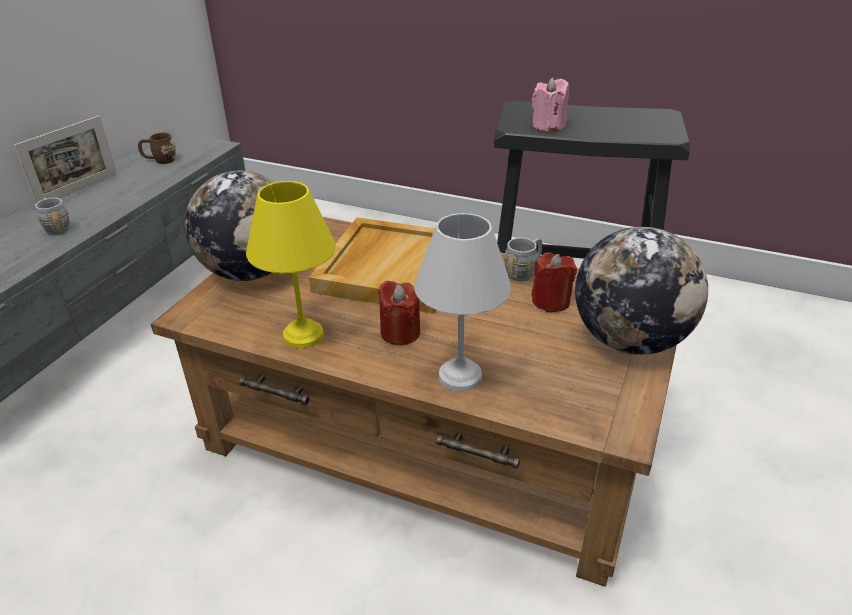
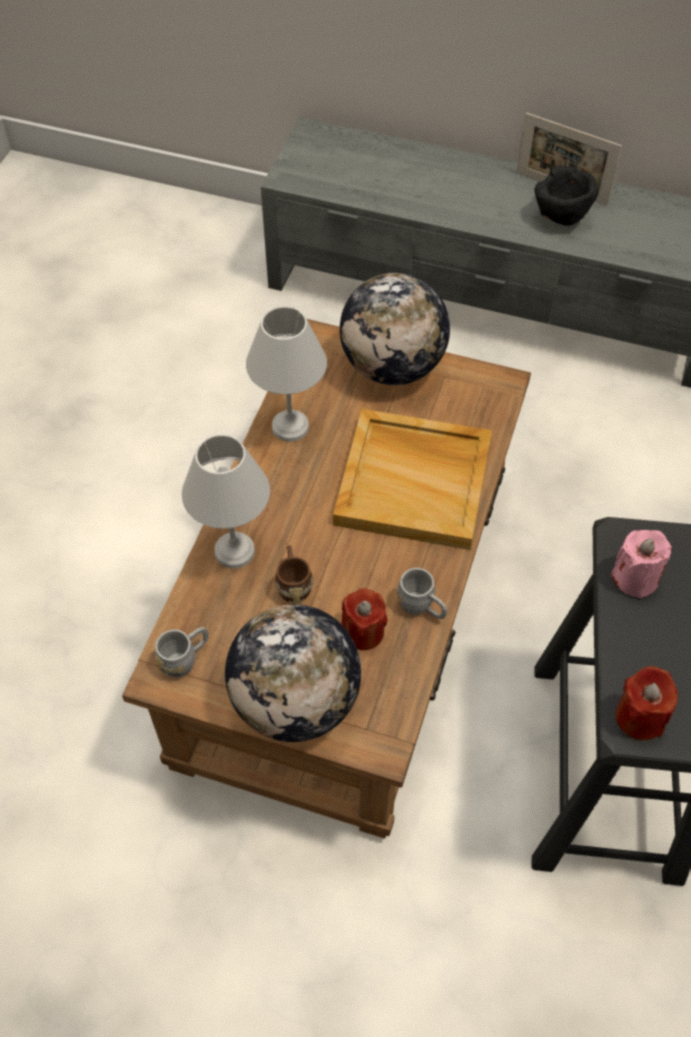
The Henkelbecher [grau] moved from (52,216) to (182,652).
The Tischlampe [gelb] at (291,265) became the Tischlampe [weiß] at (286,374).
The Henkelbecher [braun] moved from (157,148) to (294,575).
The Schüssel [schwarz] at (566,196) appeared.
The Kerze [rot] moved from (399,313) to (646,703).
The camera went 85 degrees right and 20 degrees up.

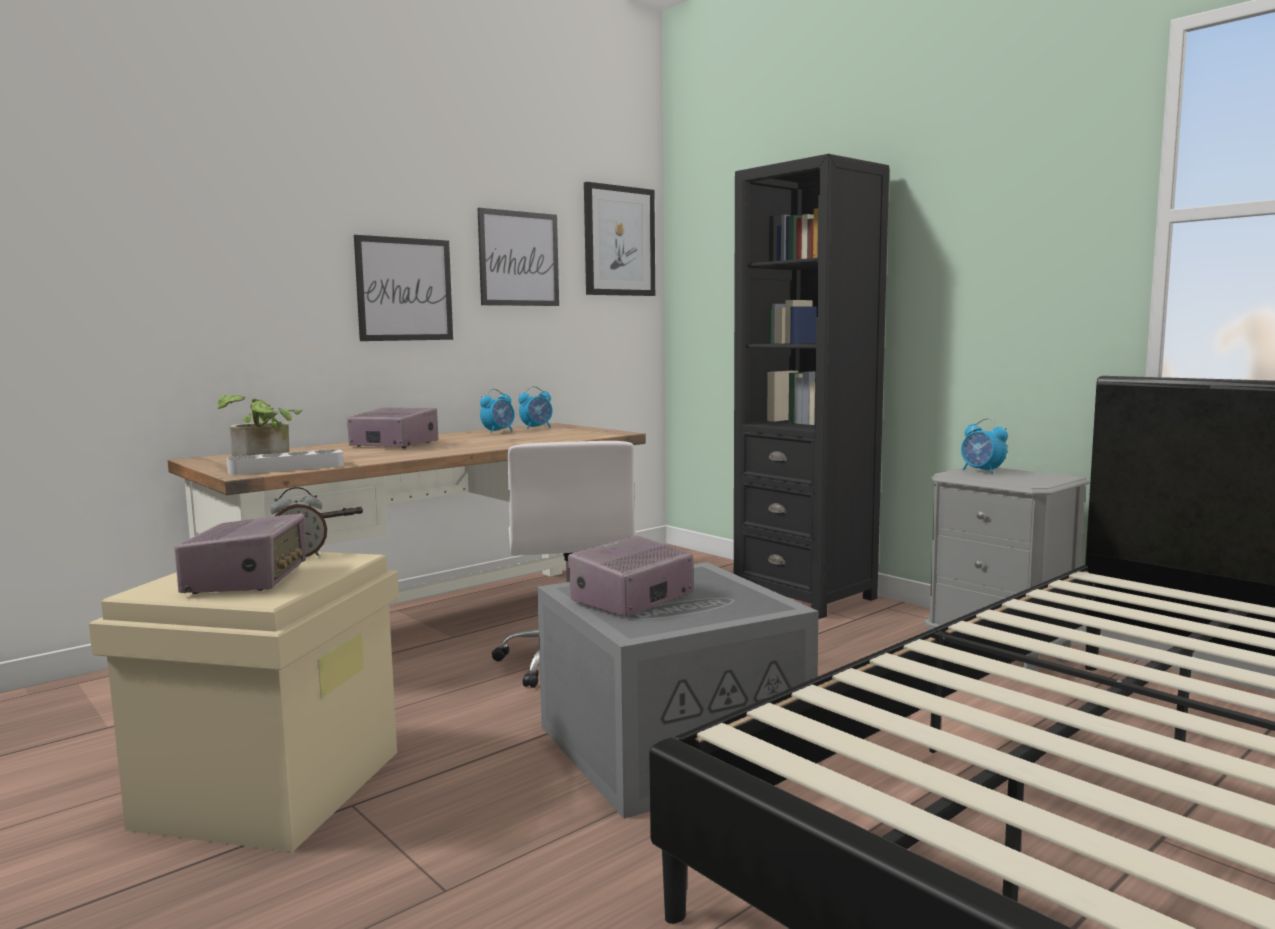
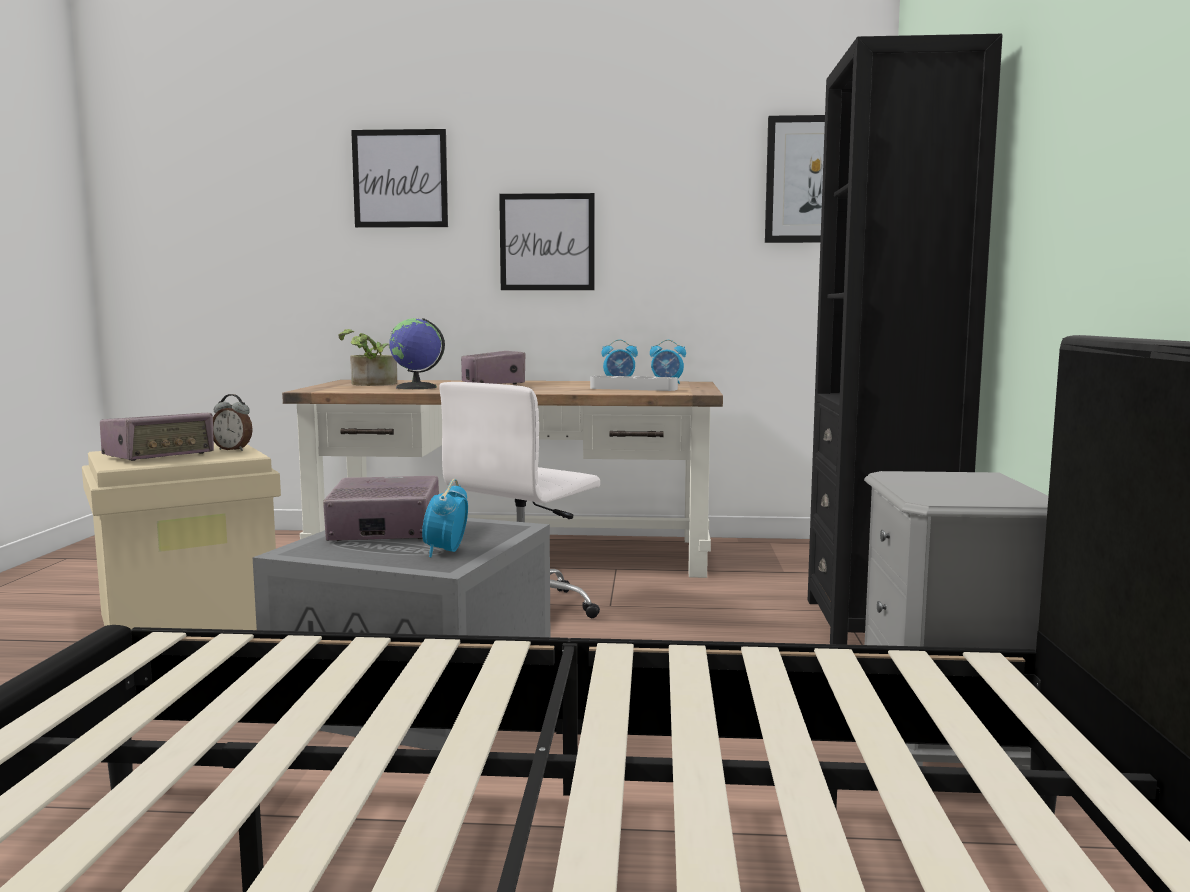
The Bild moved from (518,257) to (399,178).
The Globus at (417,353) appeared.
The Wecker moved from (984,446) to (445,518).
The Tablett [grau] moved from (285,462) to (634,383).
The camera went 45 degrees right and 0 degrees up.

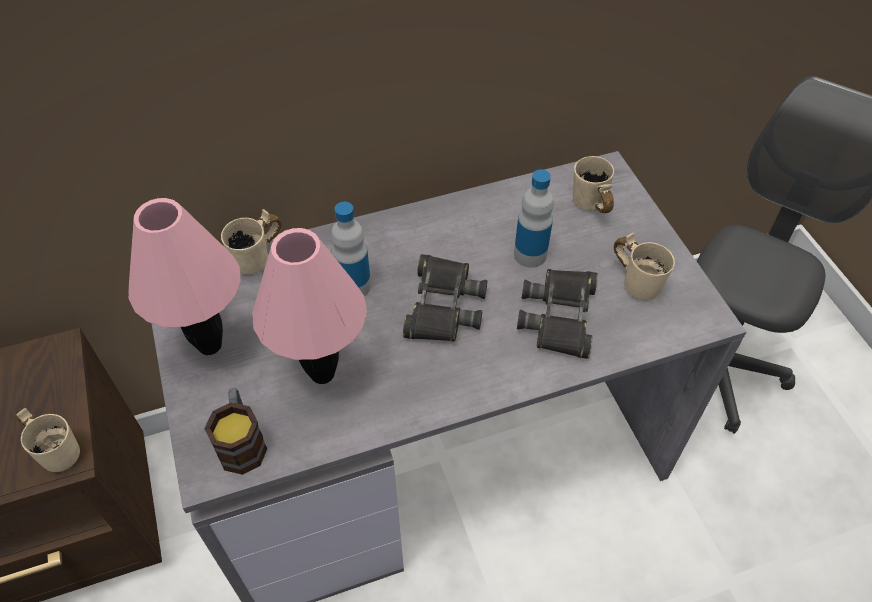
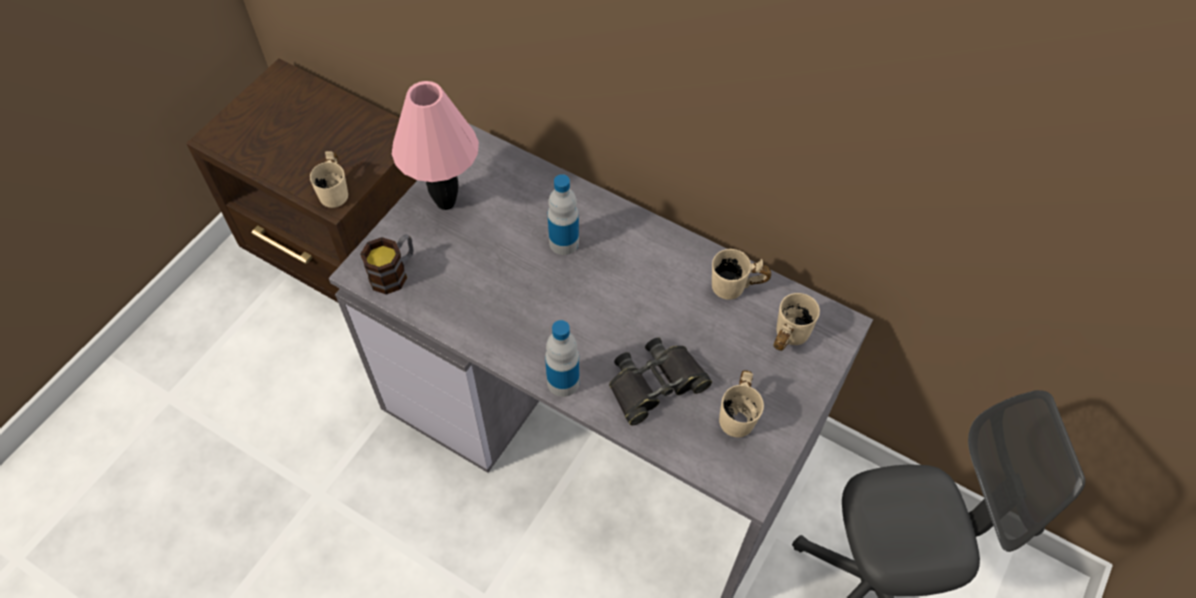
The Flasche moved from (534,218) to (562,358).
The Henkelbecher [beige] moved from (251,241) to (741,274).
The Tischlampe [rosa] at (309,306) disappeared.
The Fernglas [schwarz] at (445,298) disappeared.
The camera went 50 degrees right and 5 degrees up.

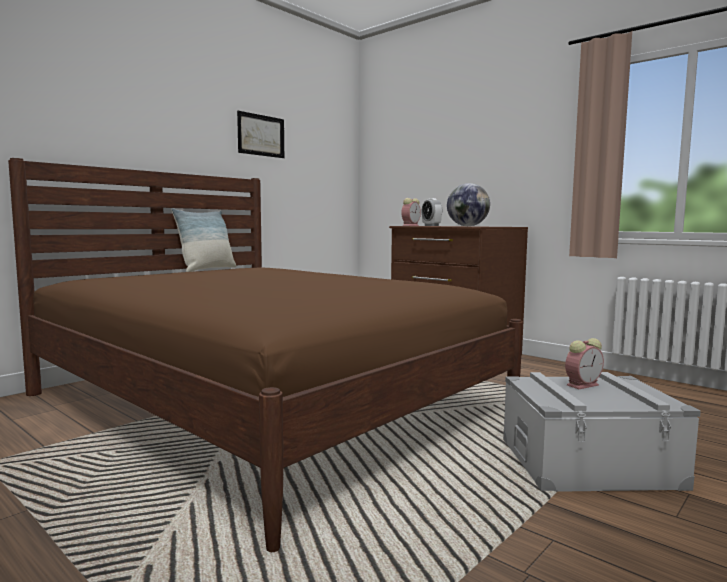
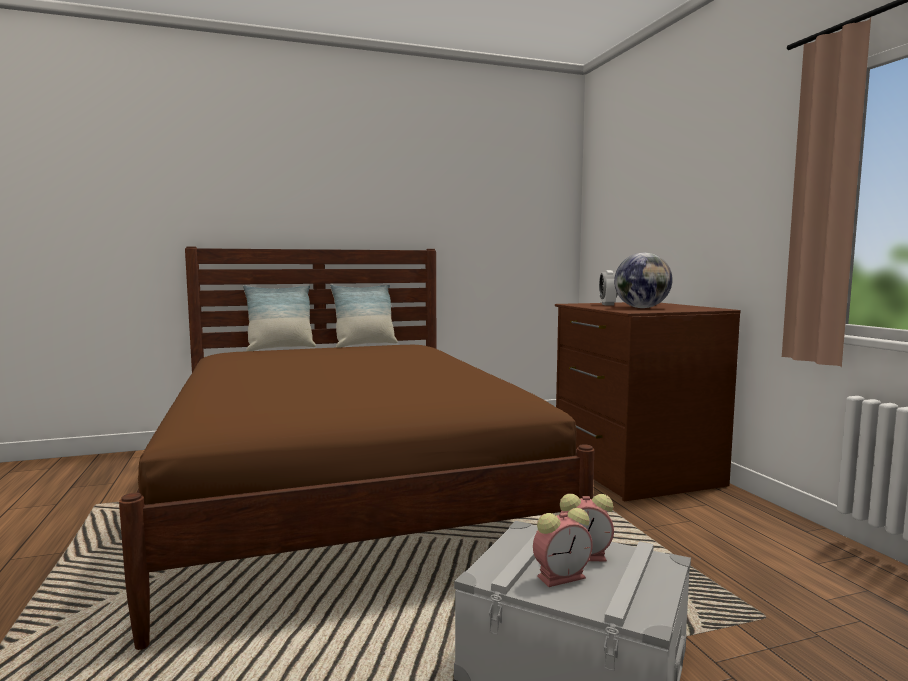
The Kissen at (279,318) appeared.
The Wecker moved from (411,212) to (563,547).
The Bild at (260,134) disappeared.
The camera went 30 degrees right and 0 degrees up.

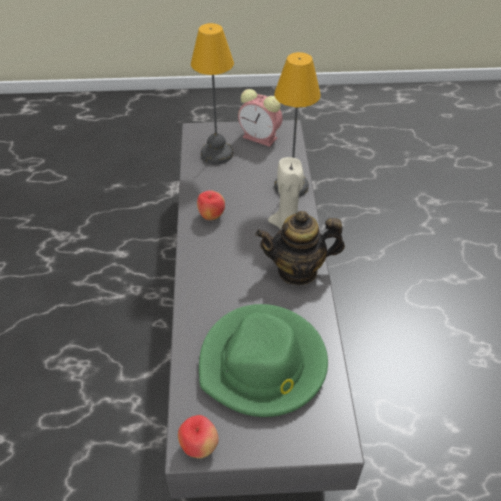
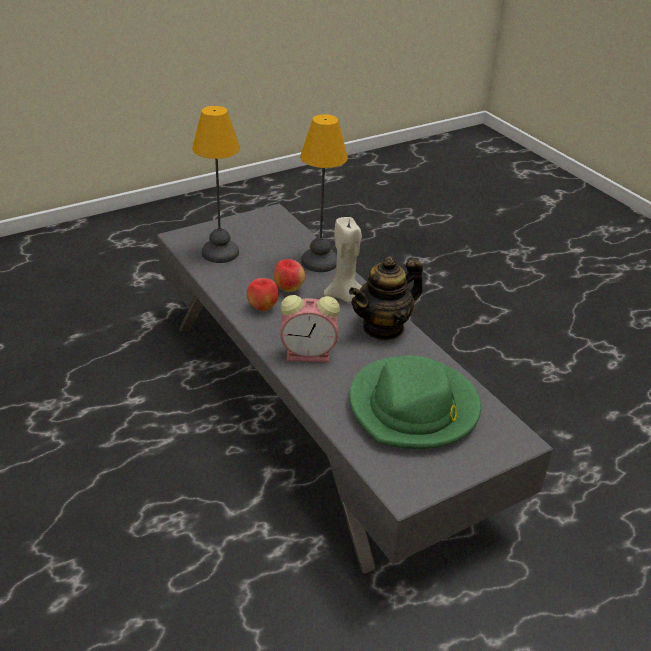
The Apfel moved from (198,436) to (289,275).
The Wecker moved from (260,118) to (310,329).
The camera went 30 degrees left and 10 degrees down.

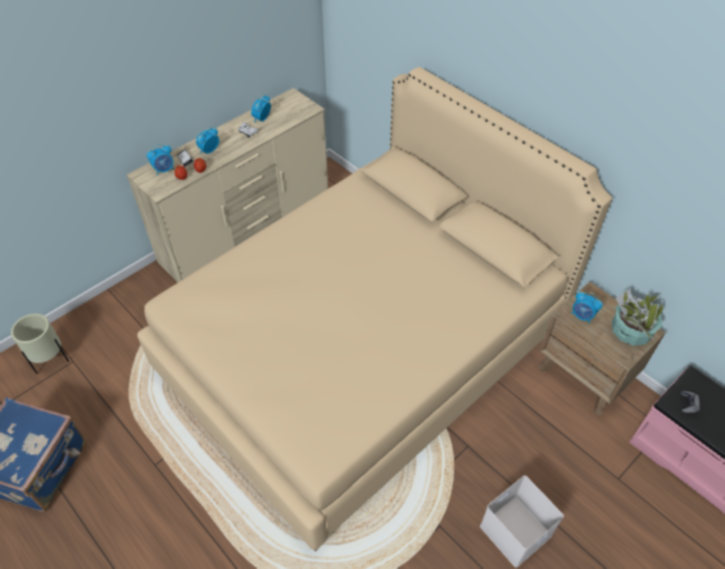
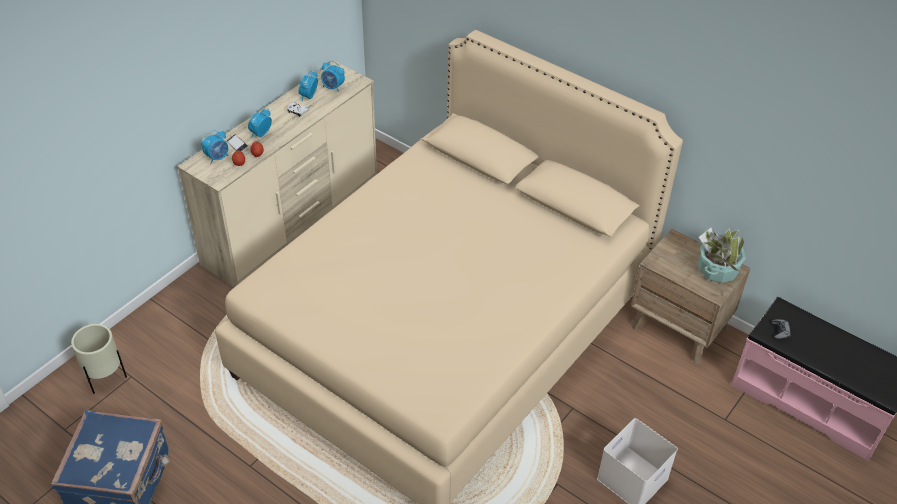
The Wecker moved from (587,307) to (333,76).
The camera went 10 degrees left and 5 degrees down.

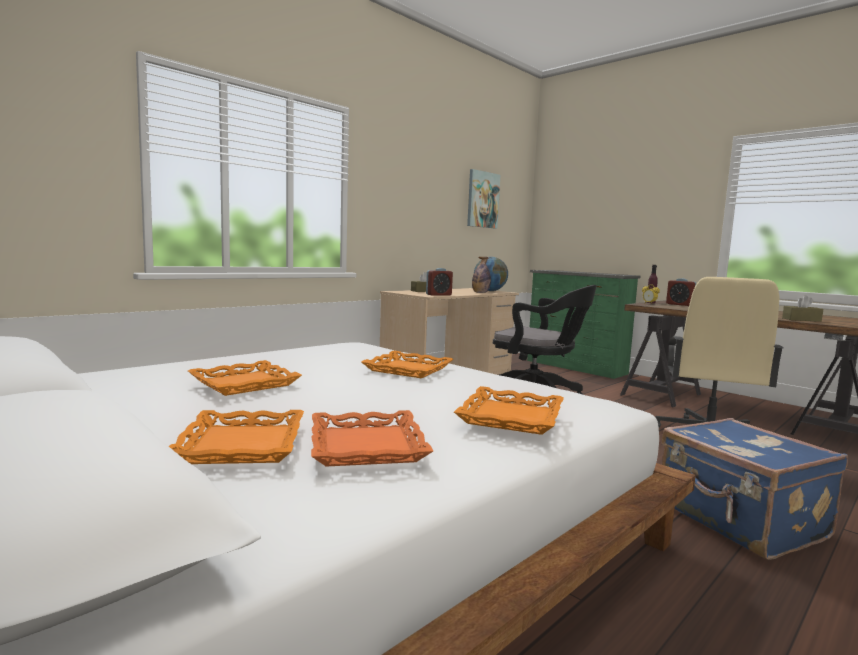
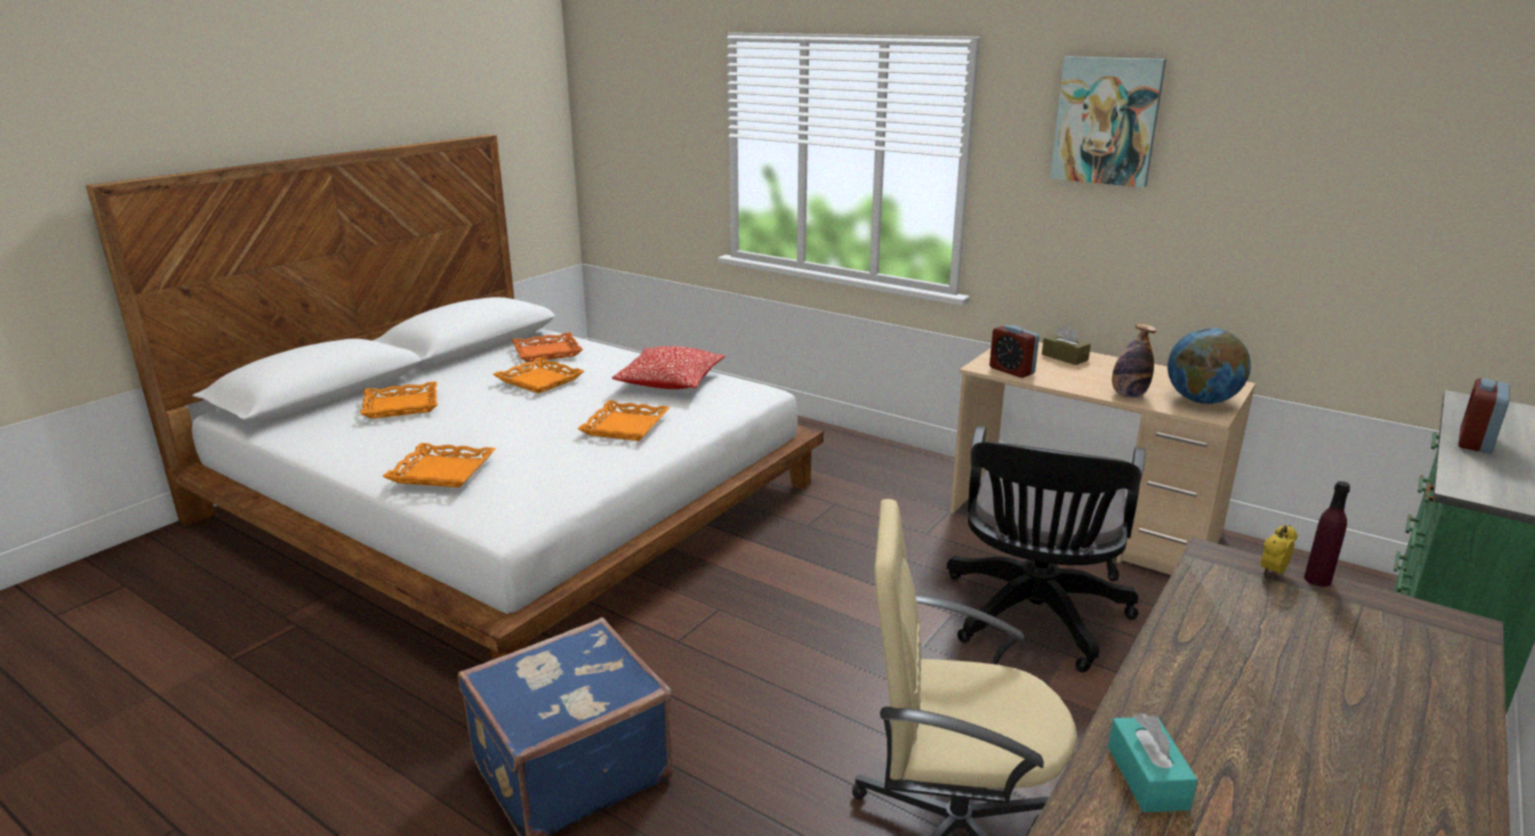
The Tablett [orange] moved from (372,438) to (547,347).
The Kissen at (668,367) appeared.
The Bild moved from (484,198) to (1108,122).
The Taschentuchbox [braun] at (802,308) became the Taschentuchbox [türkis] at (1153,762).
The Wecker moved from (681,292) to (1483,415).
The camera went 80 degrees right and 15 degrees up.

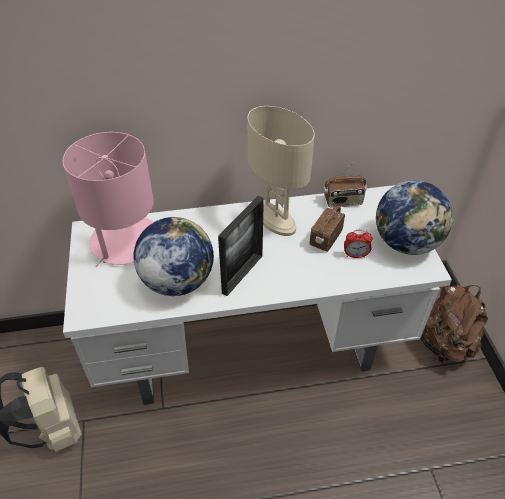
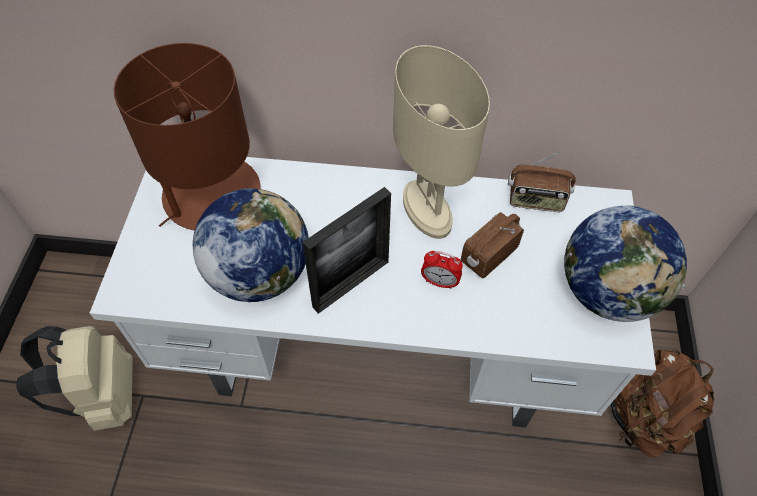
The Tischlampe [rosa] at (108,199) became the Tischlampe [braun] at (187,137).
The Wecker moved from (358,244) to (442,270).
The camera went 15 degrees right and 10 degrees up.

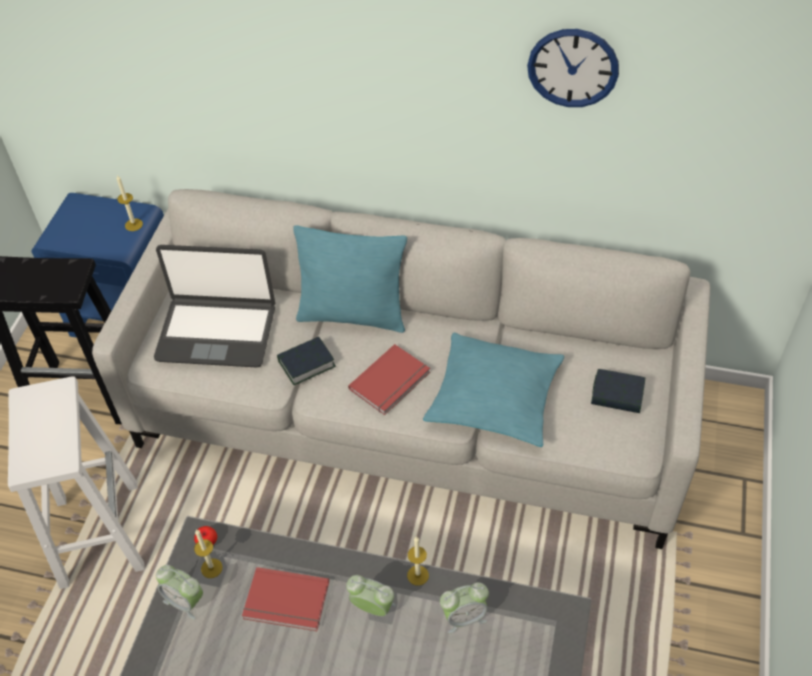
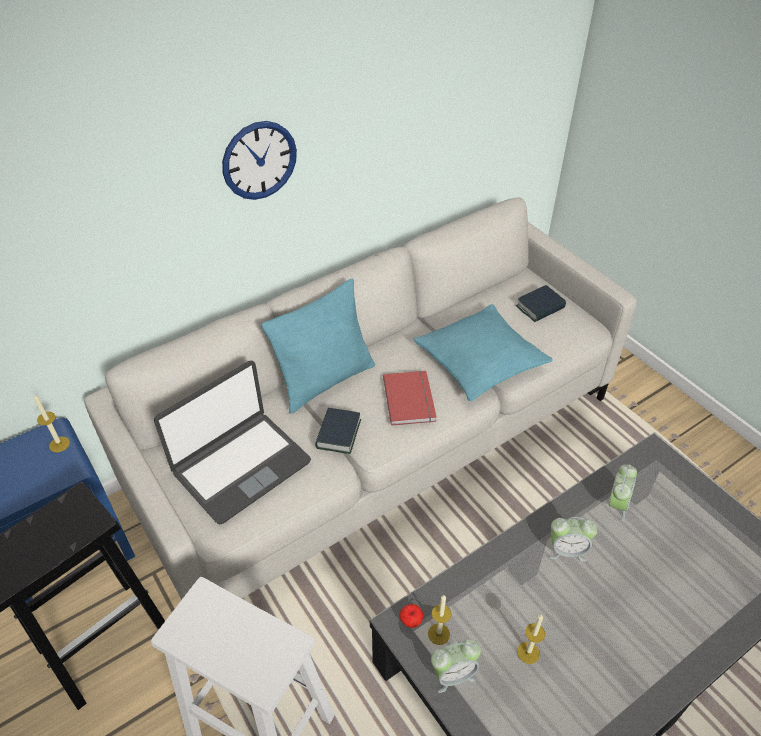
The Wanduhr moved from (573,68) to (259,160).
The Kerze moved from (418,561) to (531,639).
The Wecker at (371,595) turned 150 degrees counterclockwise.
The Buch [rot] at (285,599) disappeared.
The camera went 50 degrees left and 5 degrees down.

